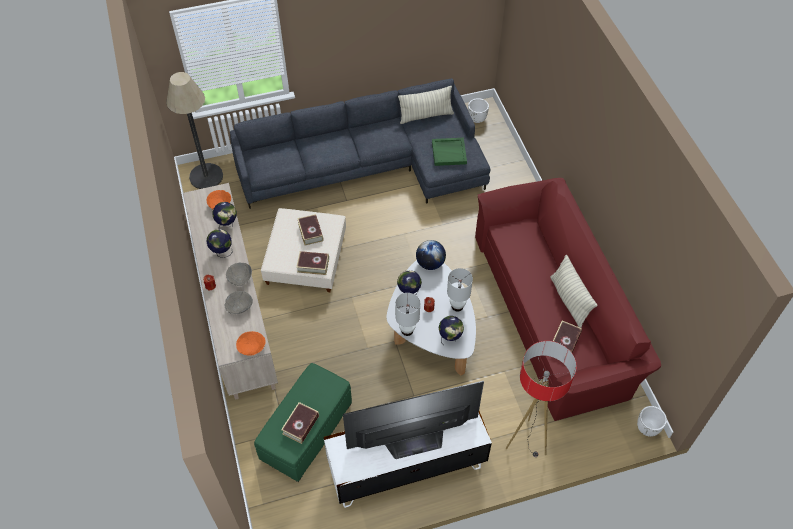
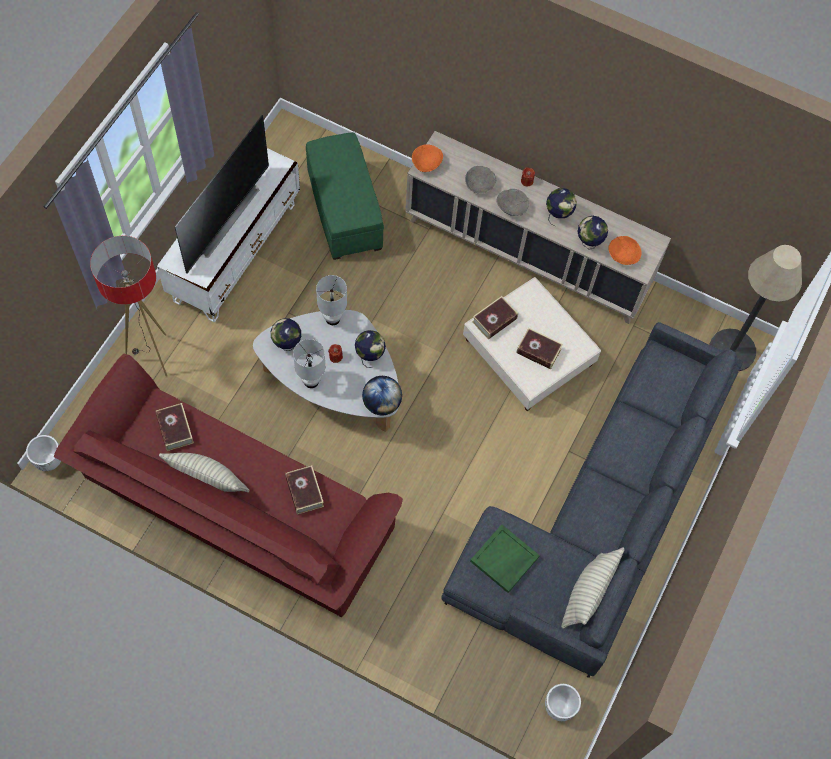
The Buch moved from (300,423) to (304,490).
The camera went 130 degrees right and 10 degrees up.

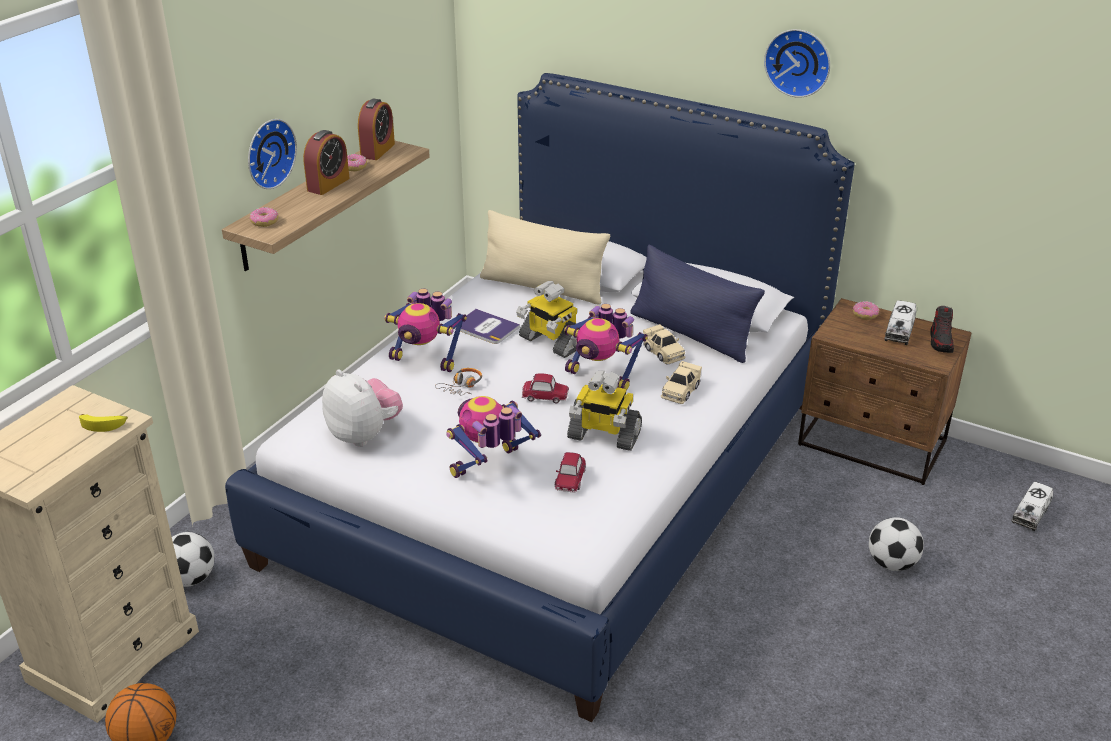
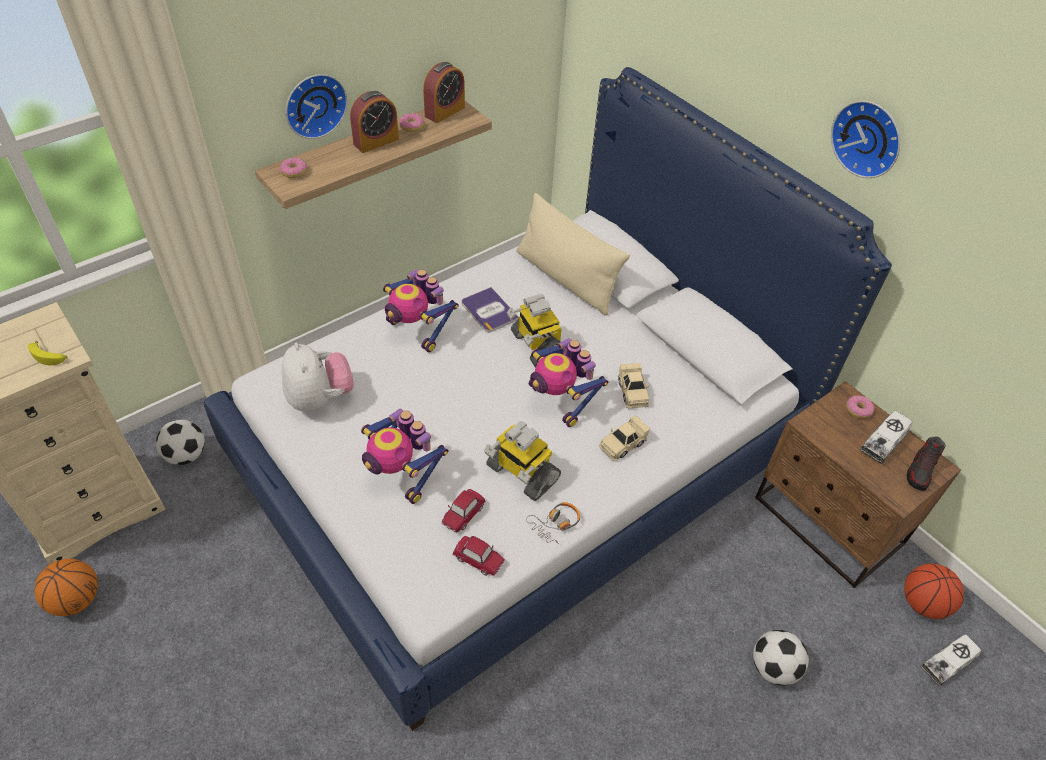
The Spielzeugroboter at (493,437) turned 120 degrees counterclockwise.
The Spielzeugauto moved from (545,388) to (478,556).
The Kopfhörer moved from (458,382) to (553,523).
The Basketball at (934,591) appeared.
The Kissen [blau] at (697,304) disappeared.
The camera went 20 degrees right and 15 degrees up.

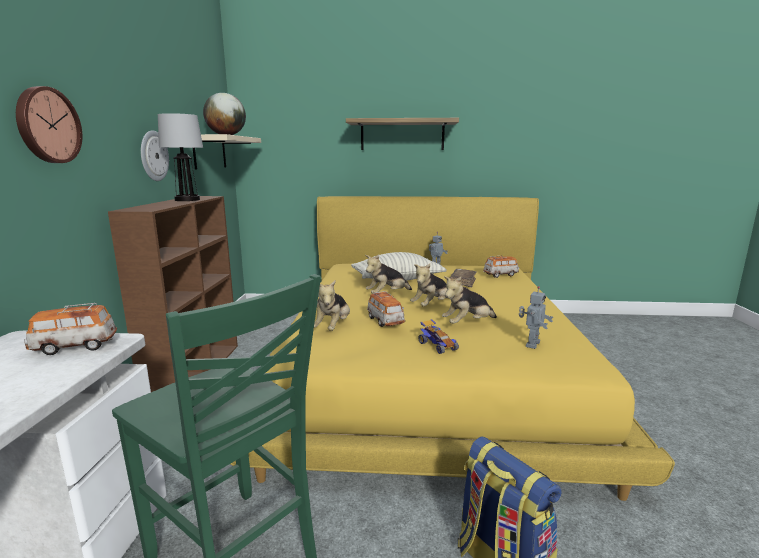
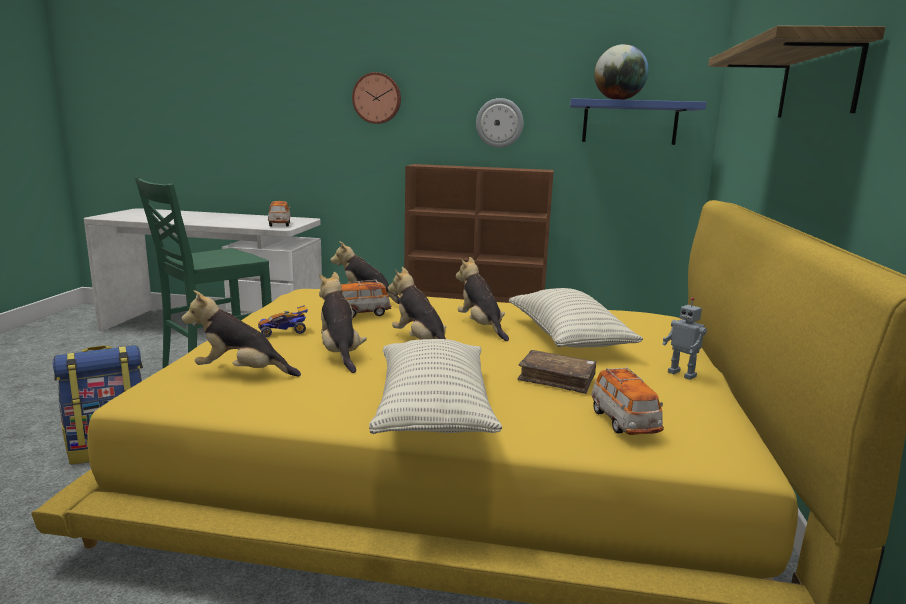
The Spielzeugroboter at (536,317) was replaced by the Plüschtier at (241,333).
The Kissen at (435,386) appeared.
The Wandregal [beige] at (227,151) became the Wandregal [blau] at (638,121).
The Tischlampe at (180,157) disappeared.
The camera went 95 degrees right and 0 degrees up.

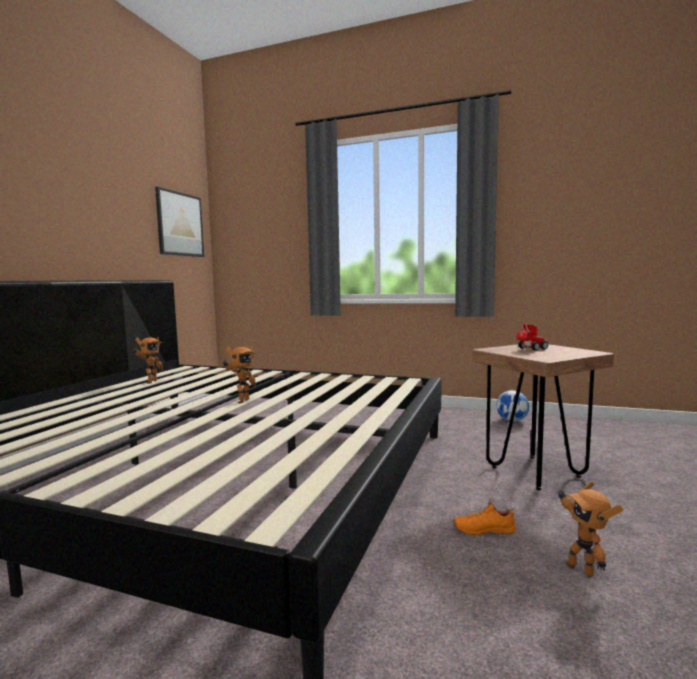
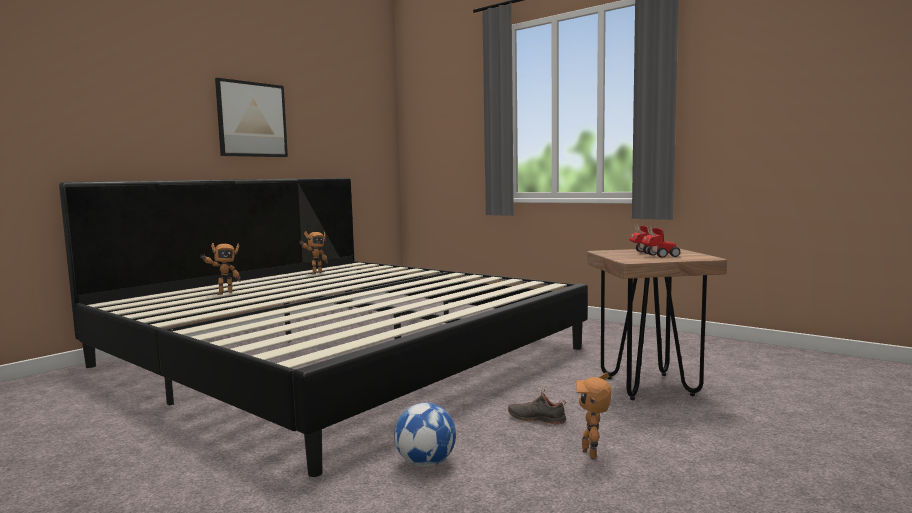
The Spielzeugroboter moved from (240,375) to (220,269).
The Bild moved from (179,222) to (251,117).
The Fußball moved from (512,406) to (425,435).
The Schuh [orange] at (485,517) became the Schuh [schwarz] at (537,407).
The Spielzeugauto at (660,242) appeared.
The camera went 20 degrees right and 0 degrees up.

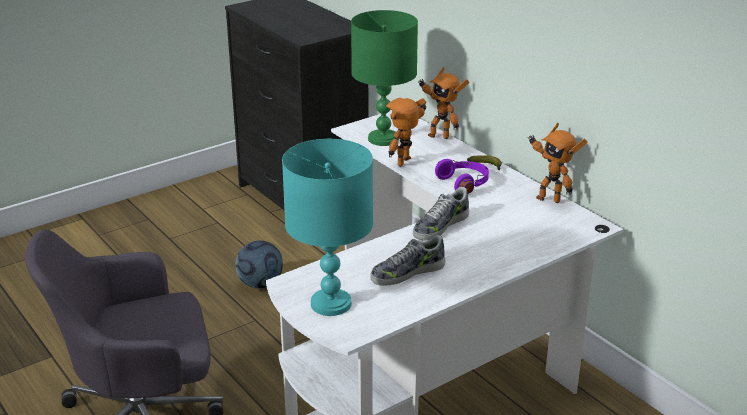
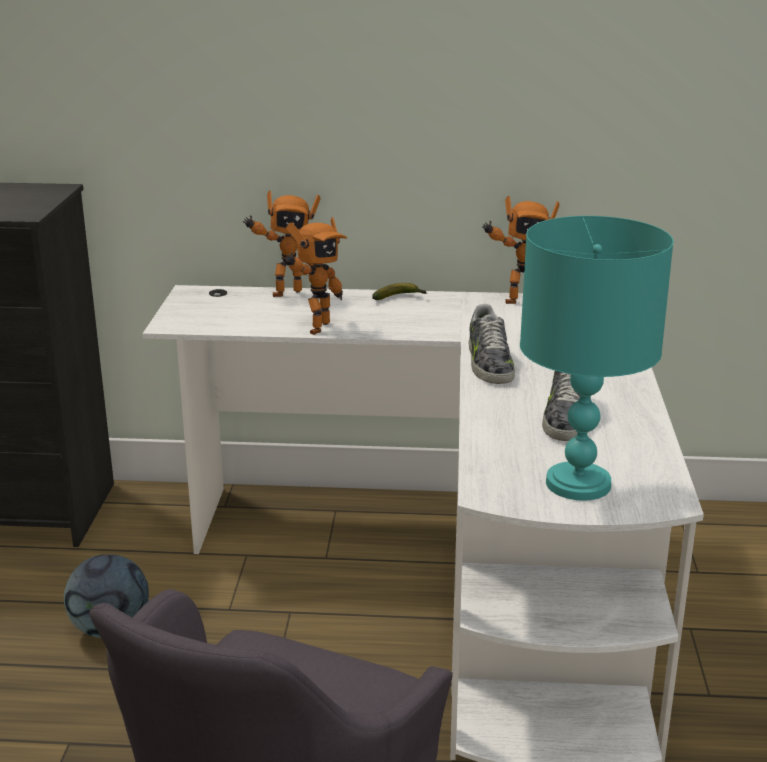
The Spielzeugroboter at (406,132) turned 135 degrees counterclockwise.
The Tischlampe [grün] at (384,78) disappeared.
The Kopfhörer [lila] at (462,176) disappeared.
The camera went 50 degrees left and 5 degrees down.

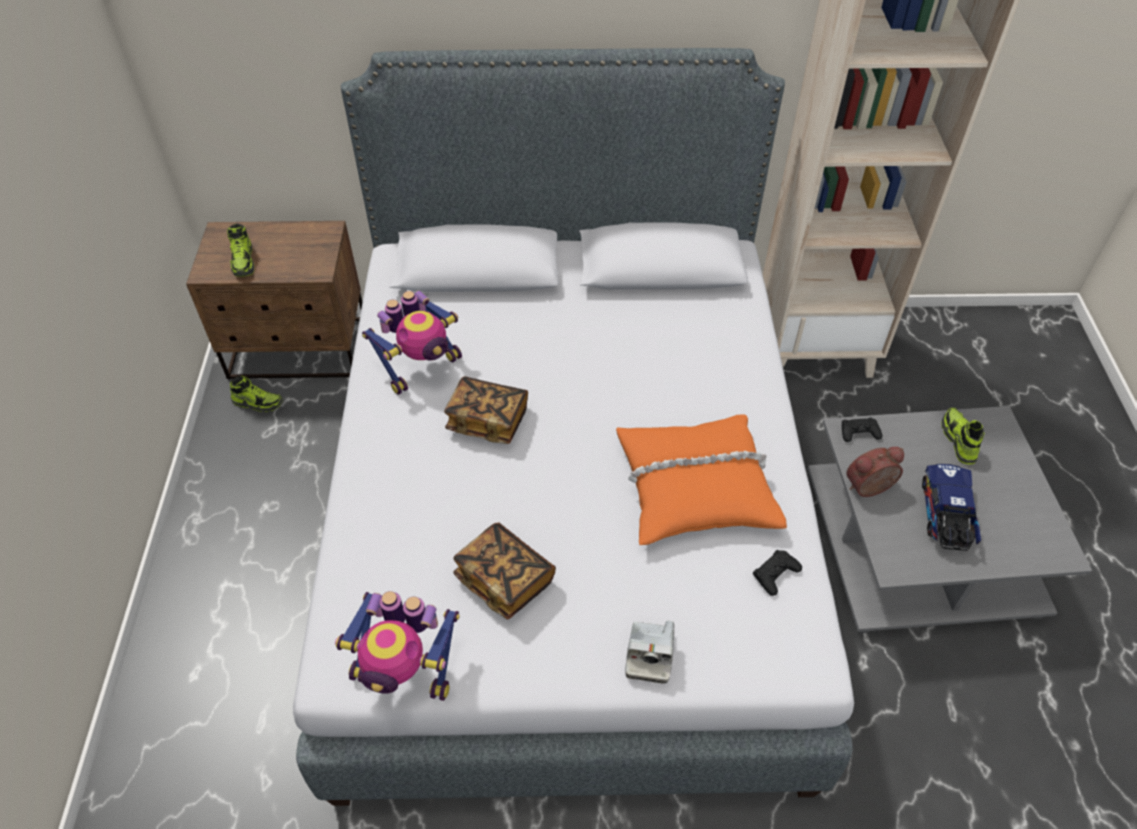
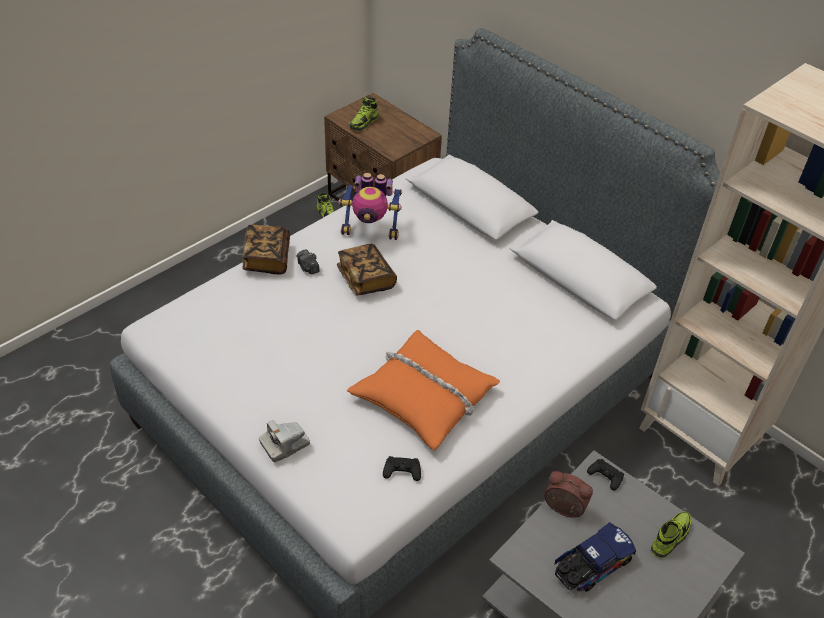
The Buch moved from (504,571) to (266,249).
The Kamera at (308,261) appeared.
The Spielzeugroboter at (397,646) disappeared.
The camera went 45 degrees right and 5 degrees down.

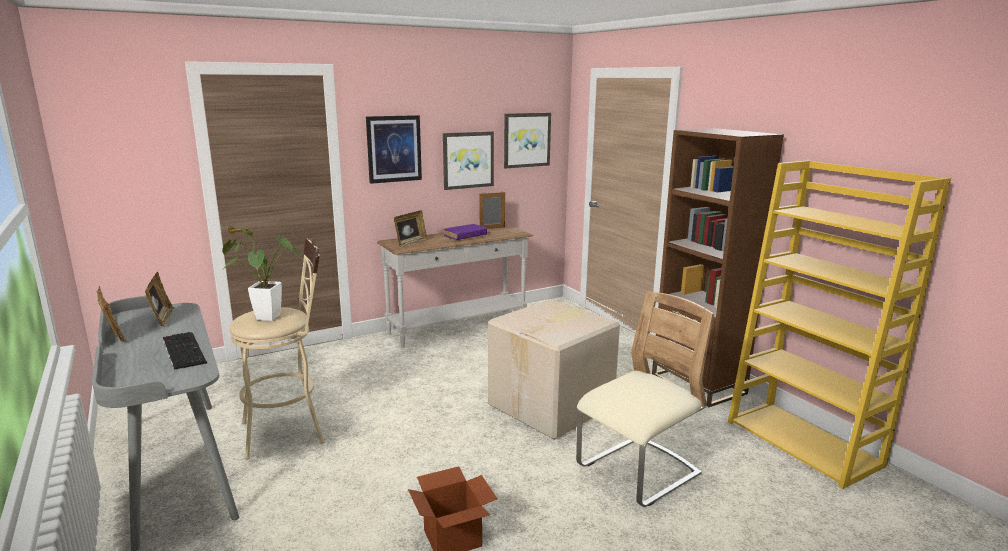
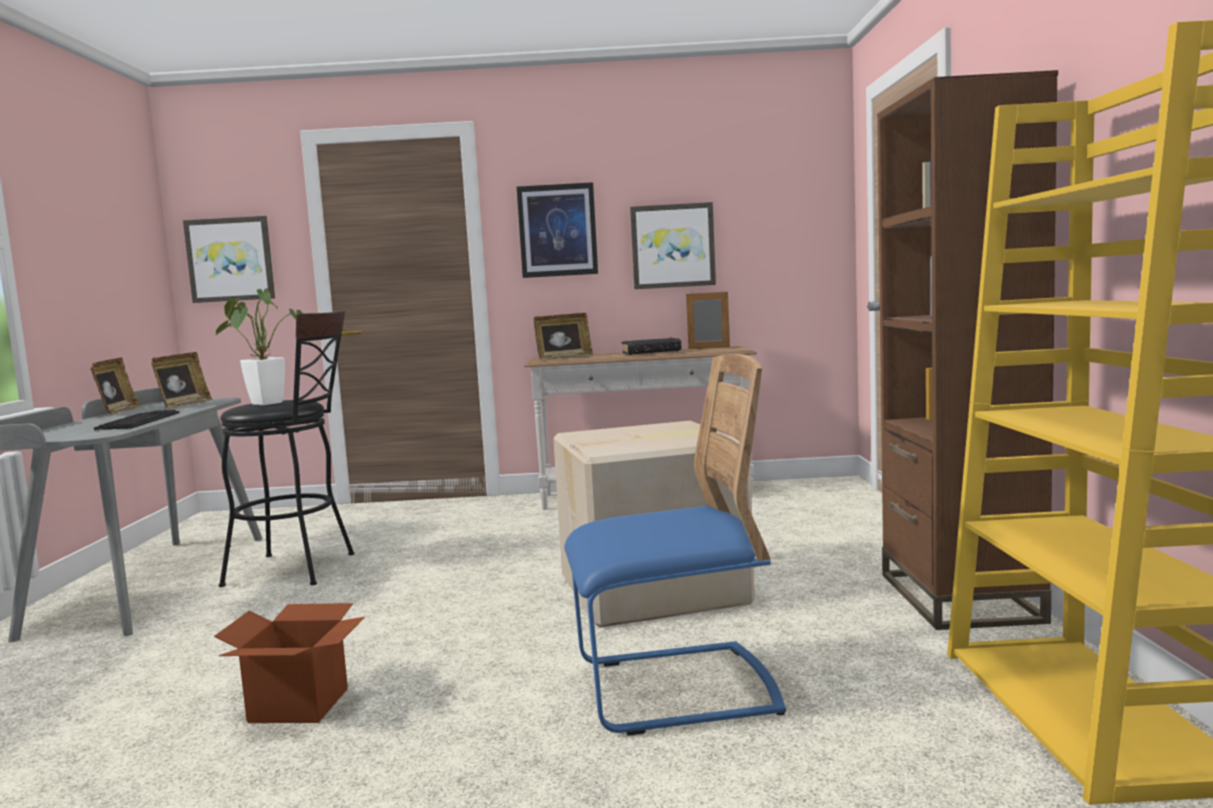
The Bild moved from (527,141) to (229,259).
The Hocker [beige] at (276,348) became the Hocker [schwarz] at (286,449).
The Stuhl [beige] at (645,399) became the Stuhl [blau] at (675,545).
The Buch [lila] at (465,232) became the Buch [schwarz] at (652,346).
The camera went 30 degrees right and 10 degrees down.

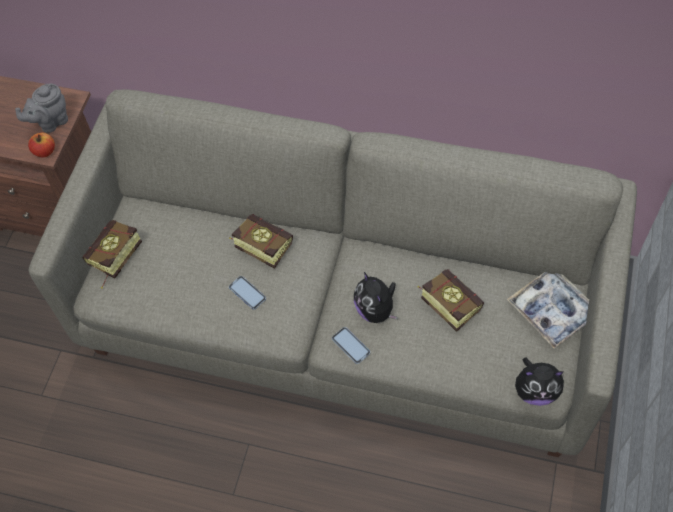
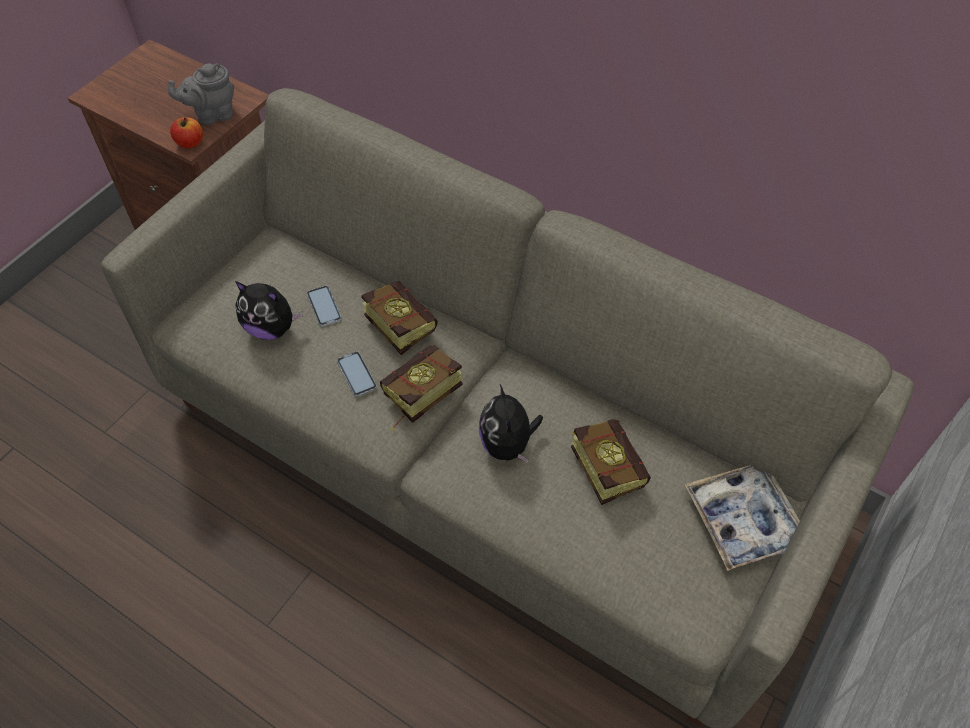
The Plüschtier moved from (539,381) to (268,310).
The Handy moved from (351,345) to (324,306).
The Buch moved from (112,254) to (421,388).
The camera went 15 degrees right and 5 degrees down.

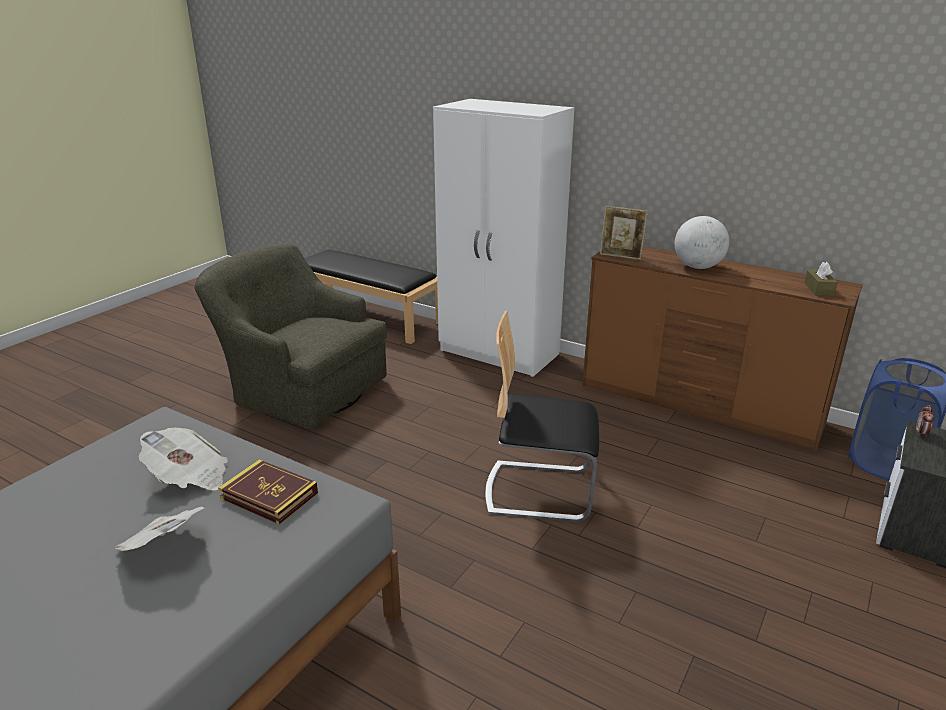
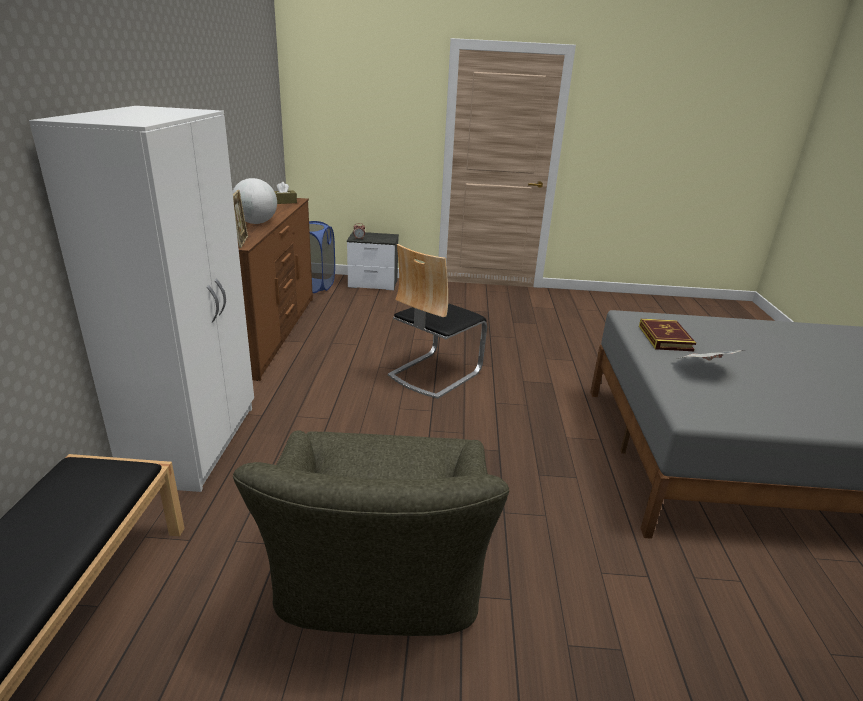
The Stuhl at (542,416) turned 60 degrees clockwise.
The Zeitung at (159,528) disappeared.
The camera went 120 degrees left and 0 degrees up.

